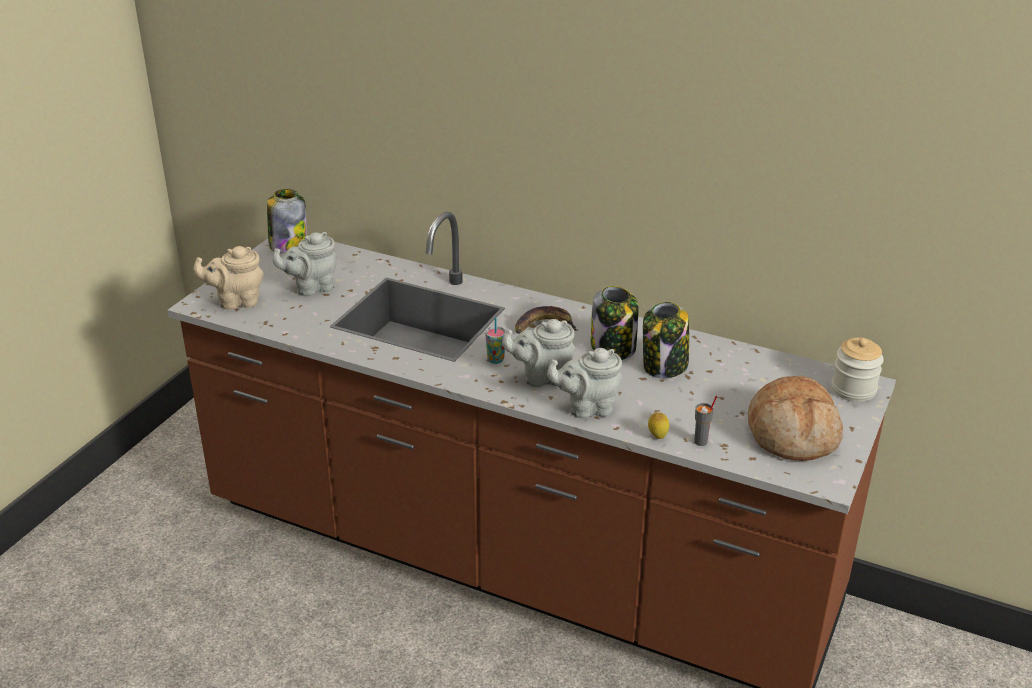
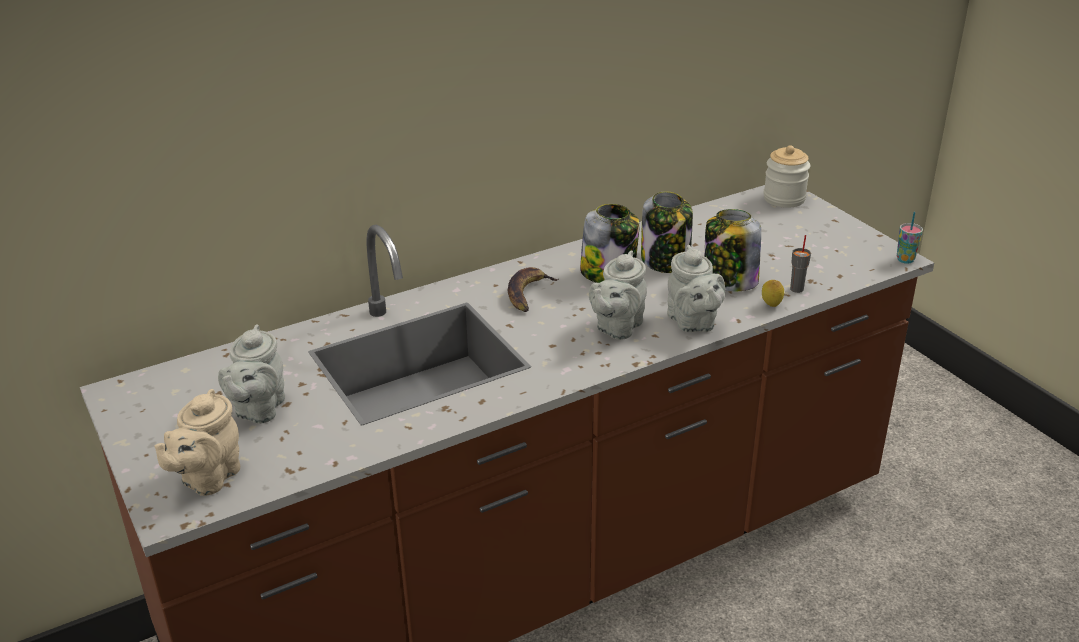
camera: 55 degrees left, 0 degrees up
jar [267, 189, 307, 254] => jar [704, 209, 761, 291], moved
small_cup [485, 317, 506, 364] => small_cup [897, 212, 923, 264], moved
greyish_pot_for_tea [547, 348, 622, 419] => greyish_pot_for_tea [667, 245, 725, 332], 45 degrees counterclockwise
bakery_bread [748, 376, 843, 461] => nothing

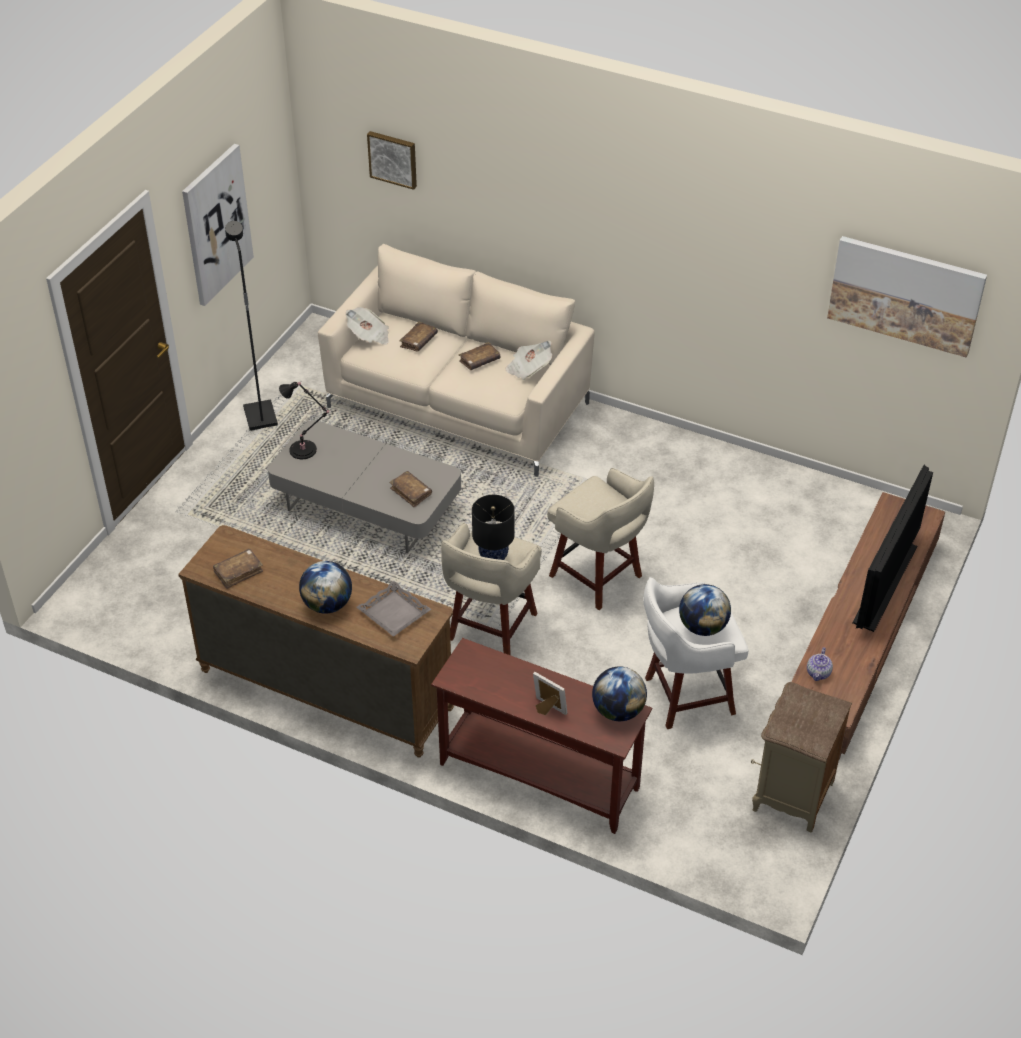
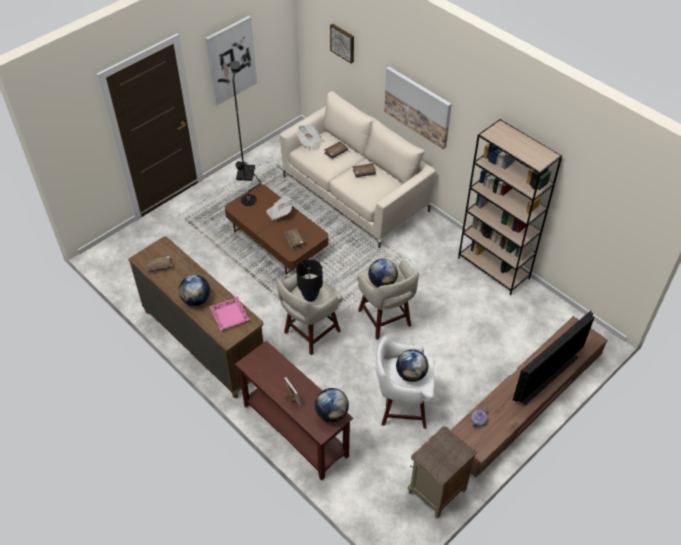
camera: 20 degrees right, 5 degrees up
wall_picture [827, 236, 987, 358] => wall_picture [384, 66, 452, 149], moved
newspaper [505, 341, 552, 380] => newspaper [266, 196, 294, 220], moved
greyish_lounge_table [268, 420, 461, 553] => brown-coloured_lounge_table [225, 184, 328, 274]
greyish_carrying_tray [356, 581, 431, 637] => pink_carrying_tray [209, 296, 250, 330]
nothing => beige-coloured_shelving_unit [458, 119, 562, 295]
nothing => globe [368, 259, 398, 287]

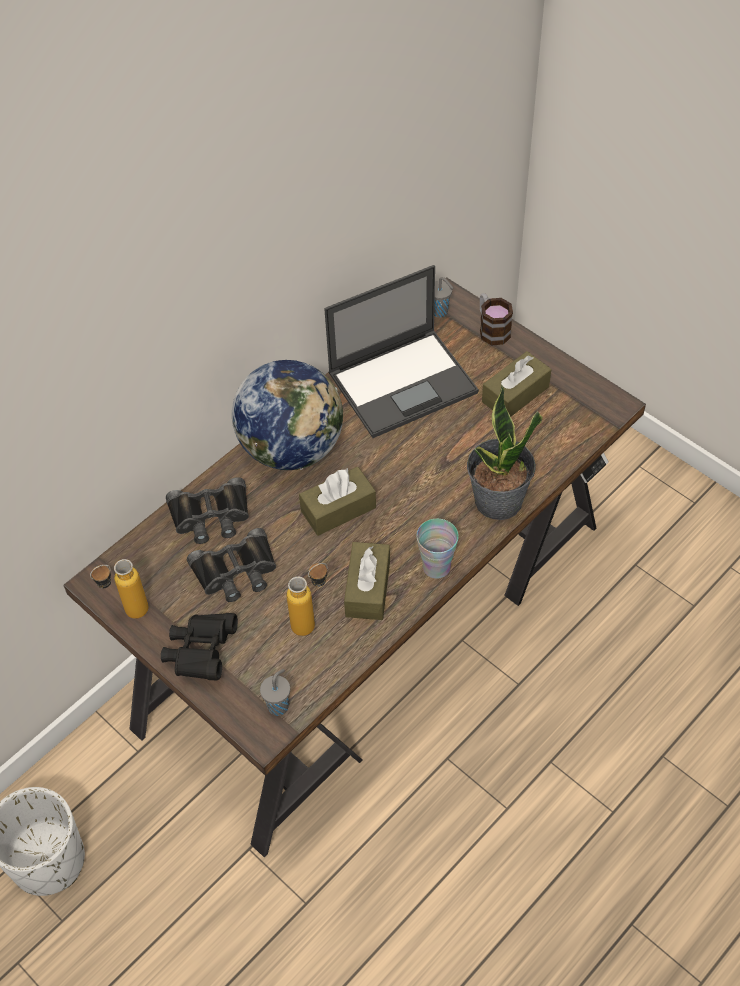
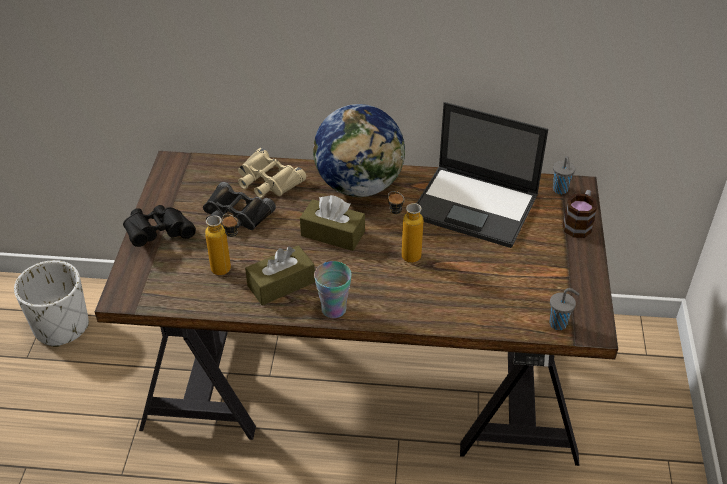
camera: 50 degrees right, 10 degrees down
brown-coloured_tissue_box [482, 351, 551, 417] => nothing
houseplant [467, 385, 543, 520] => nothing
black-coloured_pair_of_binoculars [166, 477, 249, 544] => beige-coloured_pair_of_binoculars [238, 148, 306, 198]
drink_bottle [90, 559, 149, 619] => drink_bottle [388, 191, 423, 263], moved
greyish_small_cup [260, 669, 290, 716] => greyish_small_cup [550, 288, 579, 330], moved

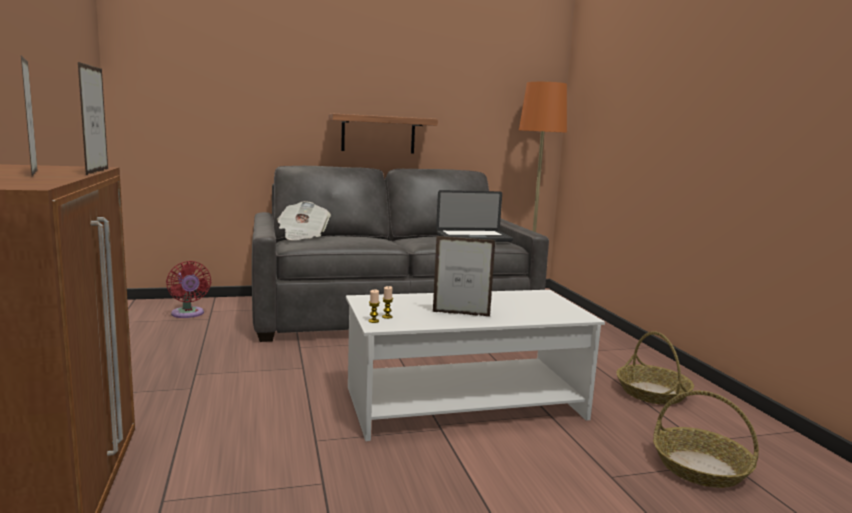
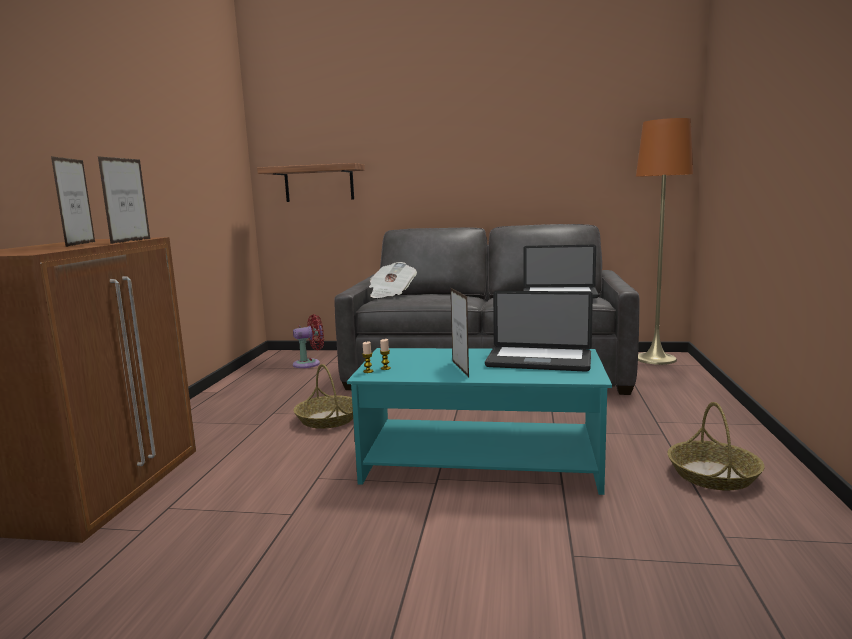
camera: 25 degrees right, 0 degrees up
bracket_shelf [328, 114, 438, 153] => bracket_shelf [257, 163, 365, 202], moved
standing_frame [433, 236, 496, 317] => standing_frame [450, 287, 469, 377], 135 degrees counterclockwise
red_cooling_fan [166, 261, 211, 318] => red_cooling_fan [293, 314, 324, 368], 105 degrees counterclockwise
whitish_lounge_table [346, 290, 605, 441] => blue-green_lounge_table [347, 348, 612, 495]
household_basket [653, 391, 759, 488] => household_basket [294, 364, 353, 429], moved
nothing => laptop [485, 291, 593, 372]

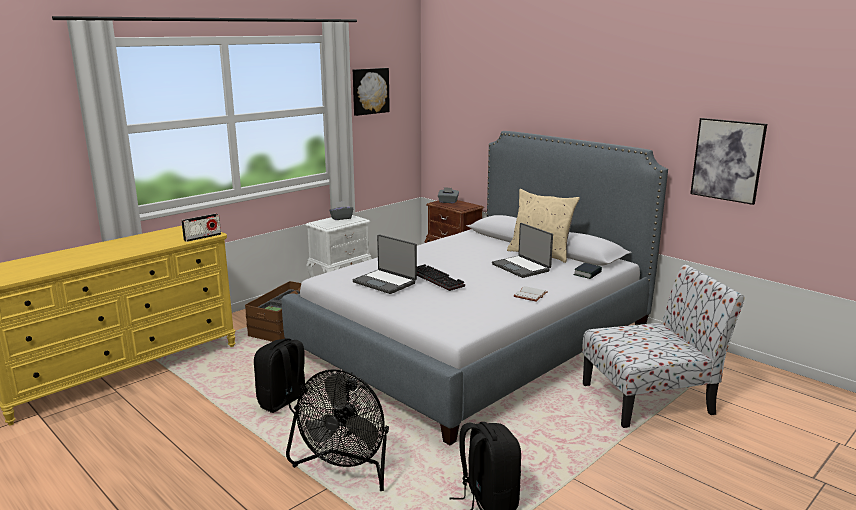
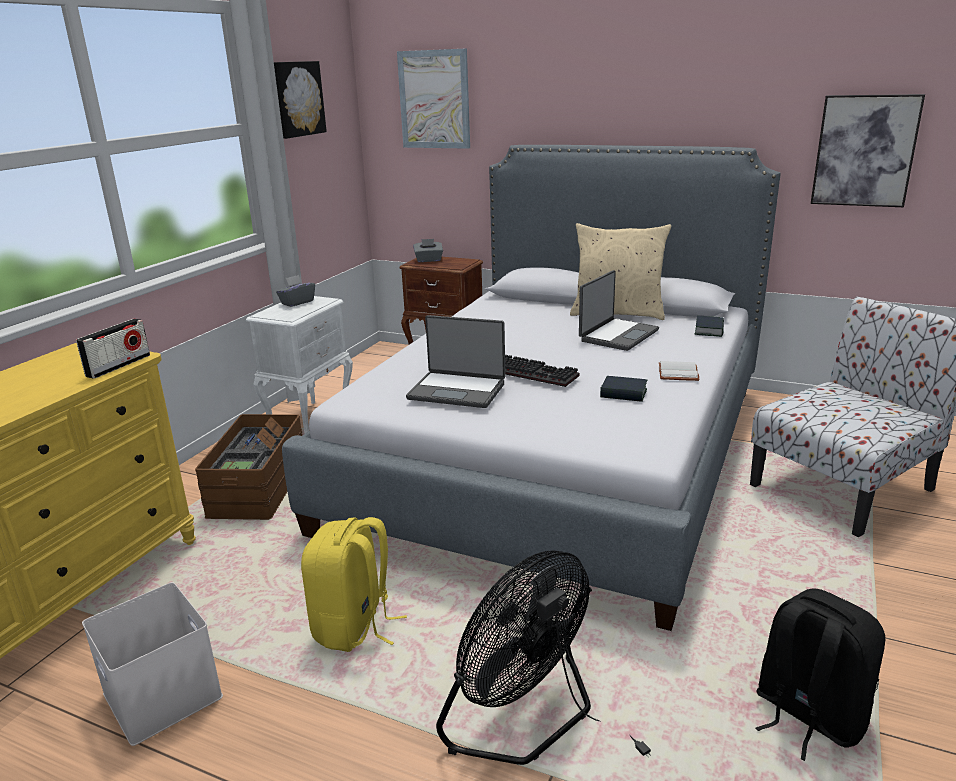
camera: 20 degrees left, 5 degrees up
laptop [492, 223, 553, 278] => laptop [579, 270, 659, 351], 90 degrees counterclockwise
black-coloured_knapsack [254, 338, 312, 413] => yellow-coloured_knapsack [301, 517, 407, 652]
black-coloured_cooling_fan [286, 370, 389, 491] => black-coloured_cooling_fan [436, 551, 651, 765], 135 degrees clockwise
nothing => wall_picture [397, 49, 470, 149]
nothing => book [600, 376, 647, 402]
nothing => whitish_storage_bin [82, 582, 223, 746]

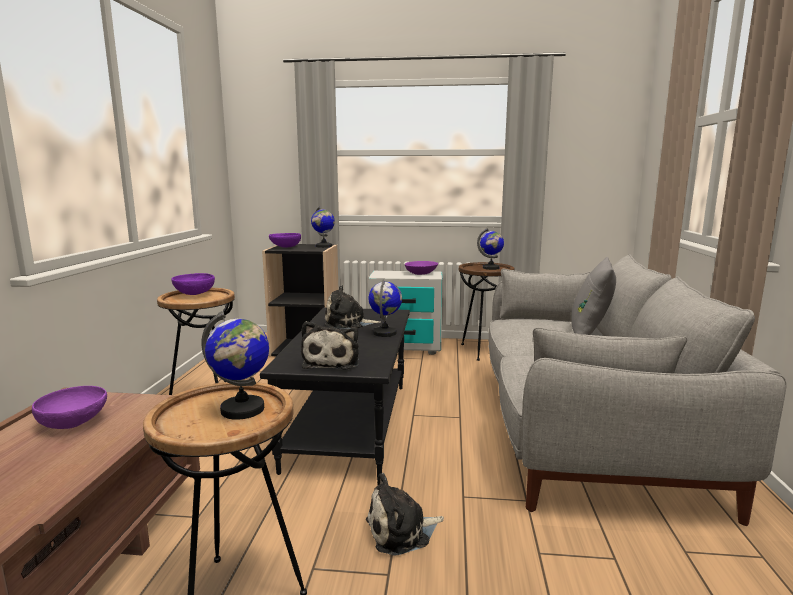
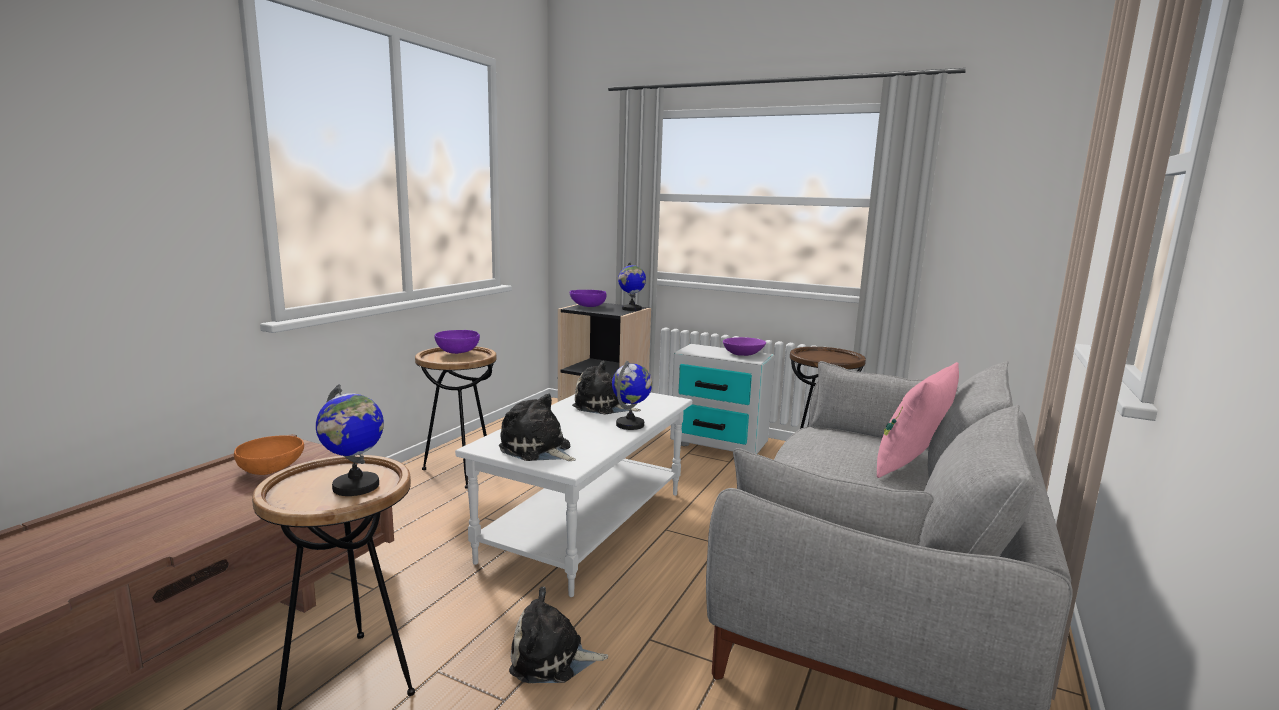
camera: 20 degrees right, 0 degrees up
globe [477, 228, 504, 270] => nothing
greyish_cushion [571, 257, 616, 335] => pink_cushion [877, 362, 959, 478]
black-coloured_lounge_table [260, 308, 410, 480] => whitish_lounge_table [455, 392, 692, 597]
cuddly_toy [301, 321, 359, 370] => cuddly_toy [499, 394, 576, 461], 105 degrees clockwise
purplish_bowl [32, 386, 107, 429] => orange_bowl [234, 436, 304, 475]

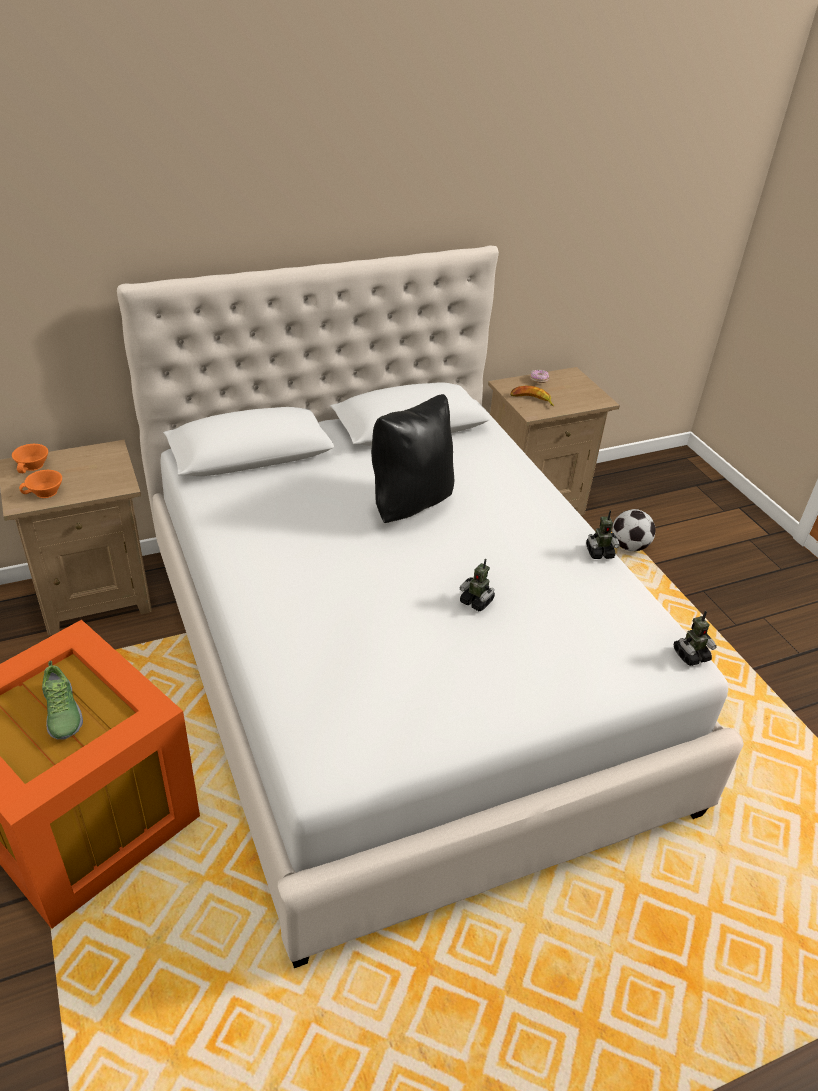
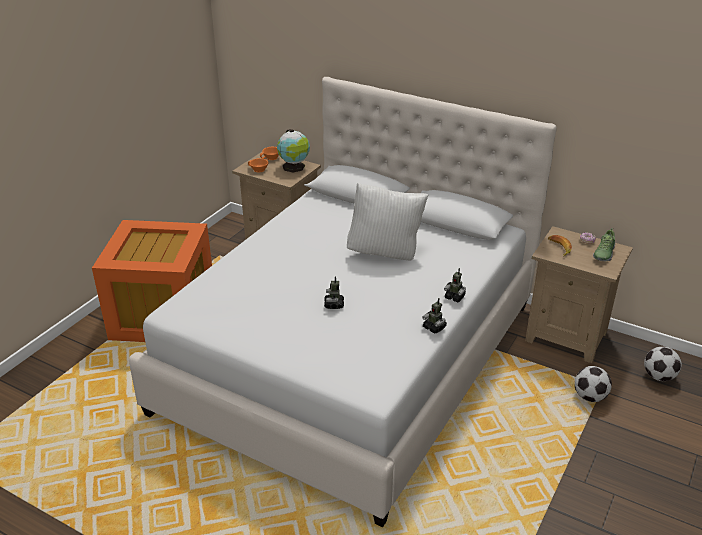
camera: 55 degrees right, 5 degrees down
black-coloured_cushion [371, 394, 454, 523] => whitish_cushion [347, 183, 428, 260]
model_robot [674, 611, 717, 666] => model_robot [444, 268, 466, 302], moved
item_of_footwear [42, 661, 83, 740] => item_of_footwear [593, 228, 615, 262], moved
nothing => globe [277, 129, 310, 173]
nothing => ball_for_football [644, 347, 682, 381]

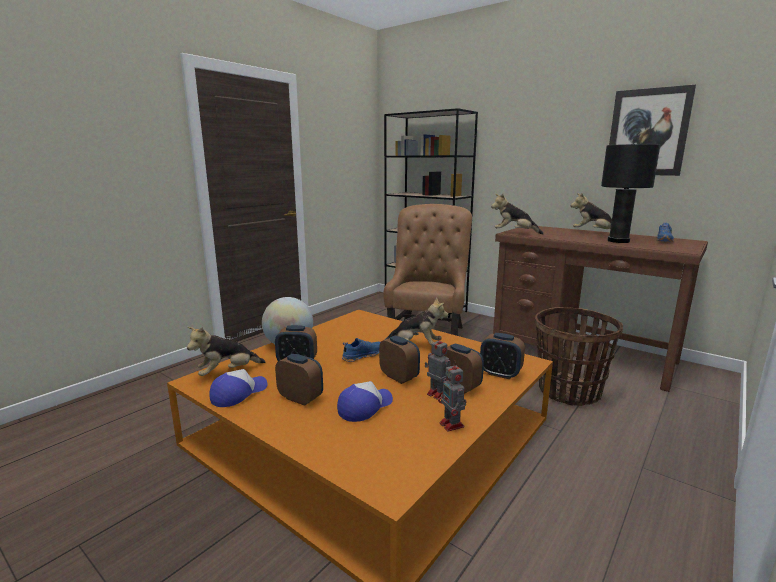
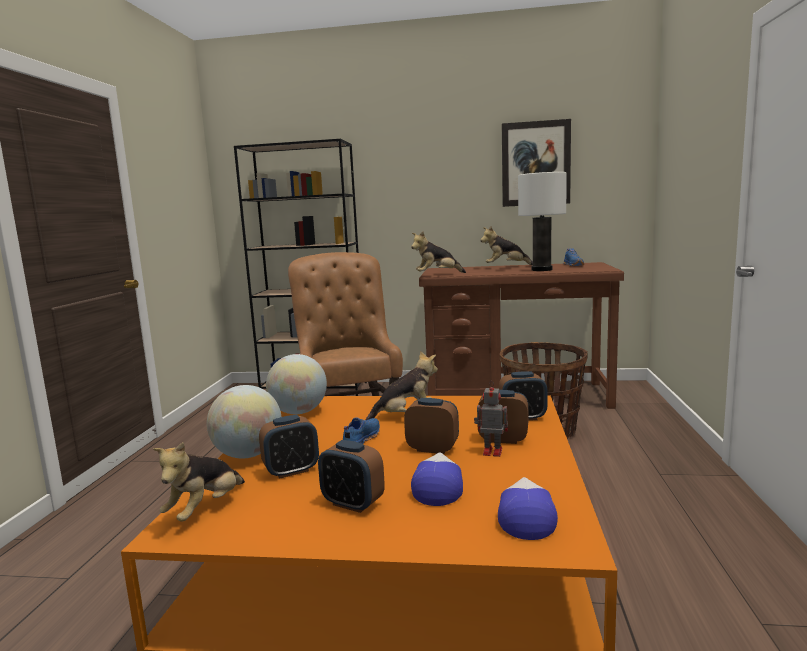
camera: 30 degrees left, 5 degrees down
black-coloured_lamp_for_a_table [601, 143, 660, 243] => whitish_lamp_for_a_table [518, 172, 567, 271]
alarm_clock [275, 354, 323, 406] => alarm_clock [318, 440, 385, 513], 150 degrees counterclockwise
model_robot [438, 360, 467, 431] => nothing
baseball_cap [209, 369, 268, 407] => baseball_cap [498, 477, 558, 540], moved
nothing => globe [266, 354, 327, 414]

